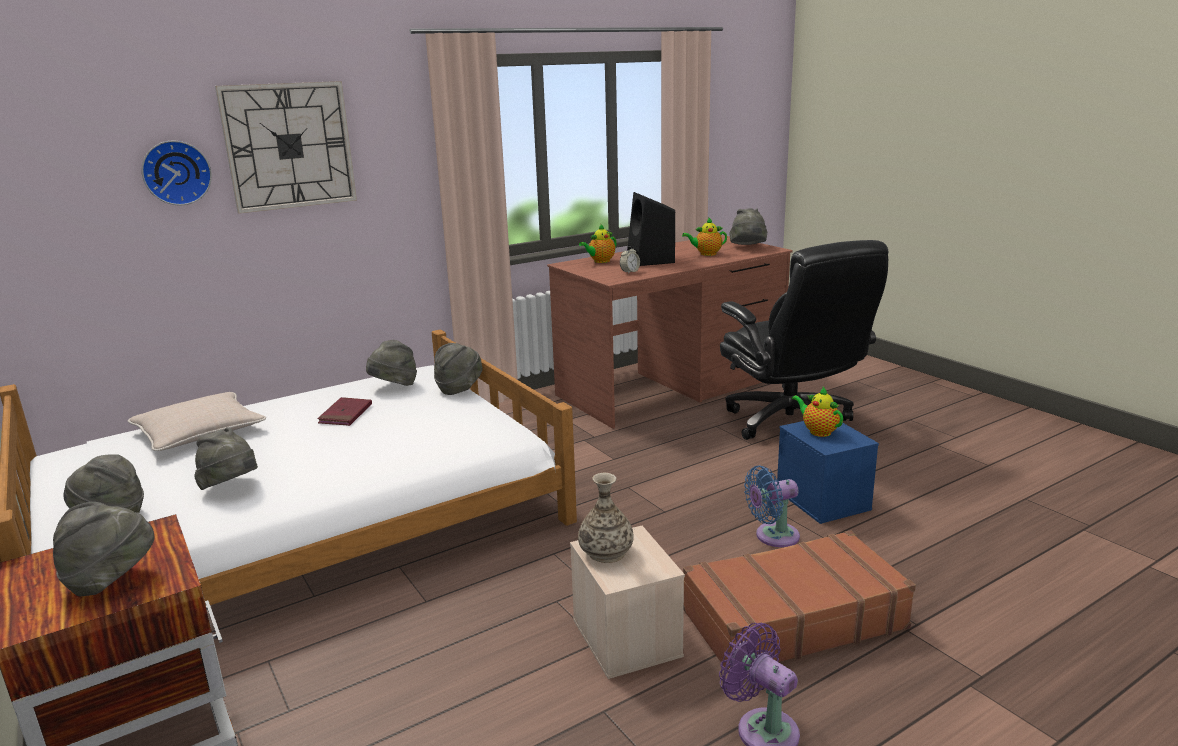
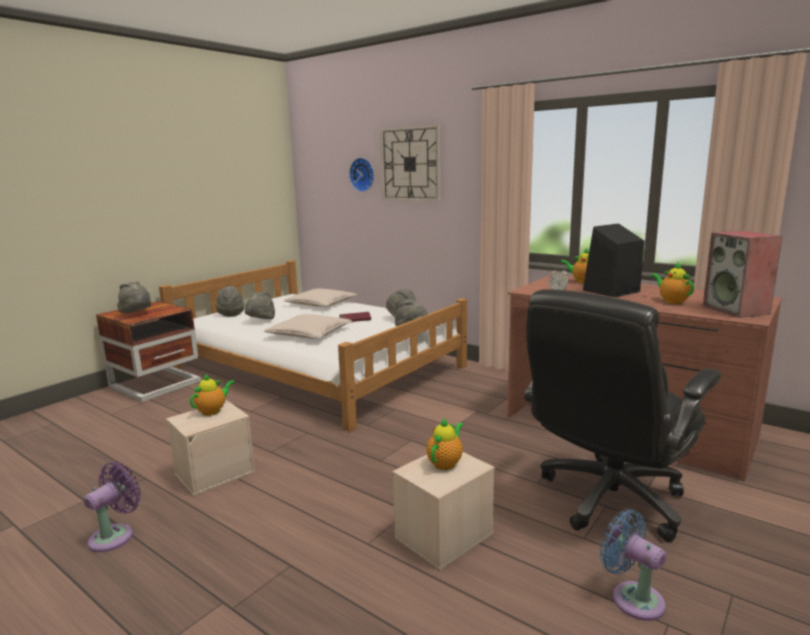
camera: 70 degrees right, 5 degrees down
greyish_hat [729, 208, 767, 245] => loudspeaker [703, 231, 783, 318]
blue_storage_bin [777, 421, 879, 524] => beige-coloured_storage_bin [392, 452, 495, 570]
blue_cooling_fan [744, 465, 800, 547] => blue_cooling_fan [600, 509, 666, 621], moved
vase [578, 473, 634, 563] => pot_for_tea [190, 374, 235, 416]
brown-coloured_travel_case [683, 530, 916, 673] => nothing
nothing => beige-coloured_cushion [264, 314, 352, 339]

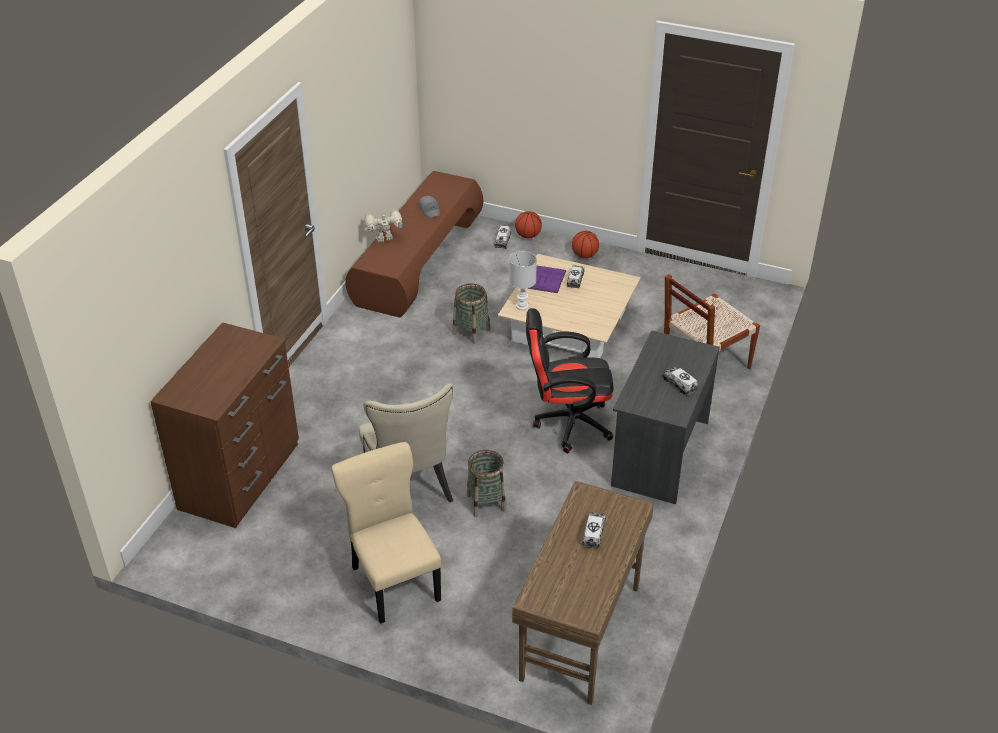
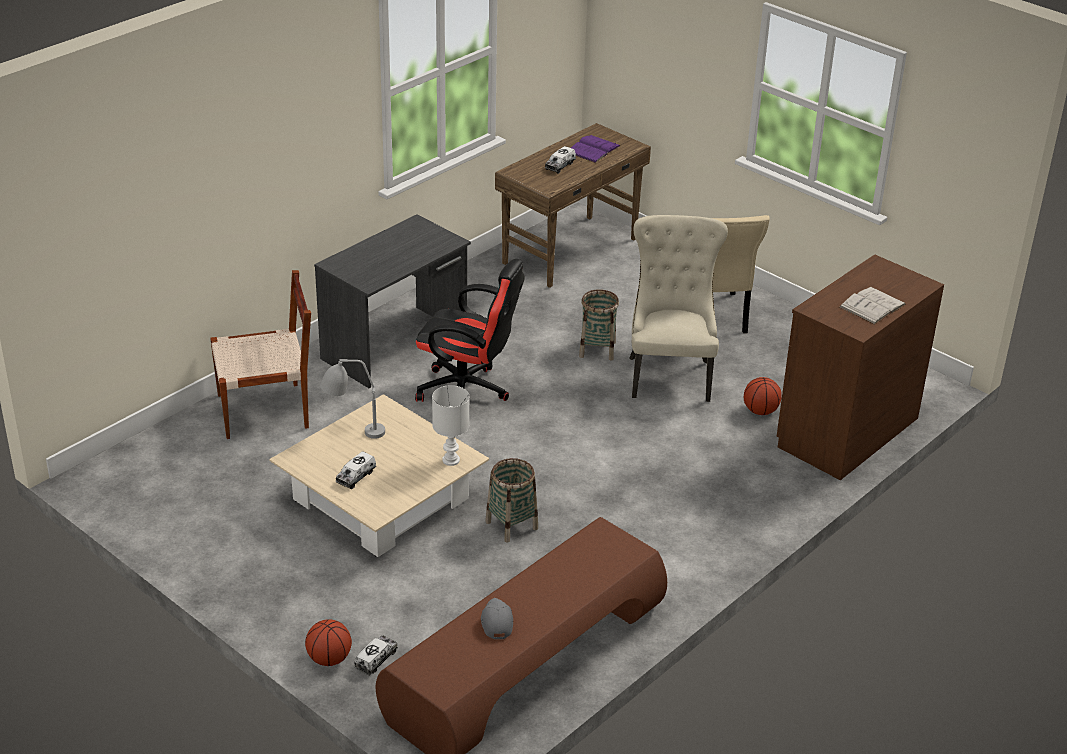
camera: 160 degrees left, 5 degrees down
model_robot [365, 210, 403, 243] => nothing
ball_for_basketball [572, 231, 599, 258] => ball_for_basketball [744, 377, 782, 415], moved
purplish_book [527, 266, 566, 293] => purplish_book [571, 135, 620, 163], moved
model_truck [663, 367, 698, 396] => nothing
nothing => whitish_book [839, 287, 906, 325]
nothing => greyish_lamp_for_a_table [320, 359, 385, 439]

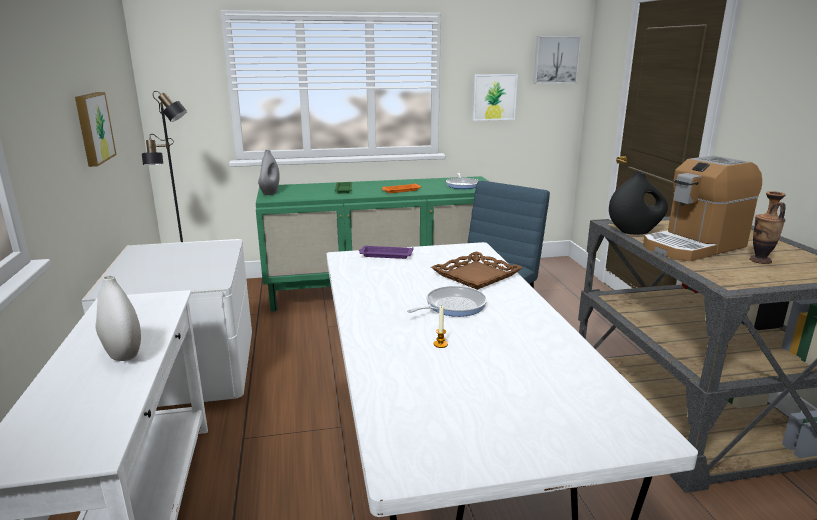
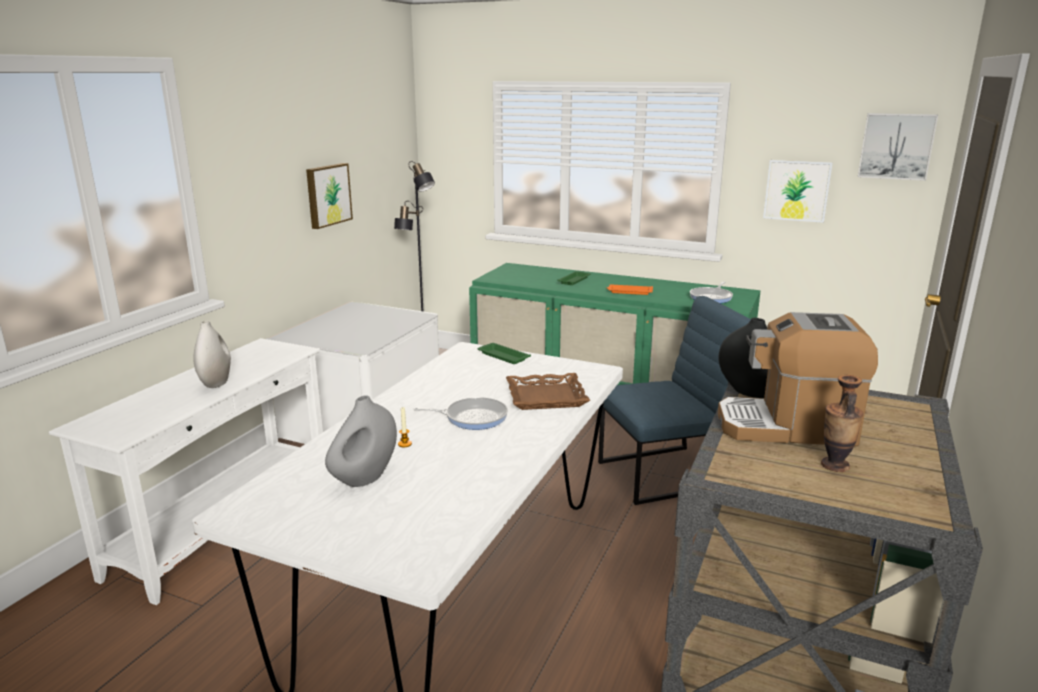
camera: 35 degrees right, 0 degrees up
greyish_vase [258, 150, 280, 195] => greyish_vase [325, 395, 397, 487], moved
purplish_carrying_tray [359, 246, 414, 259] => green_carrying_tray [477, 343, 531, 364]

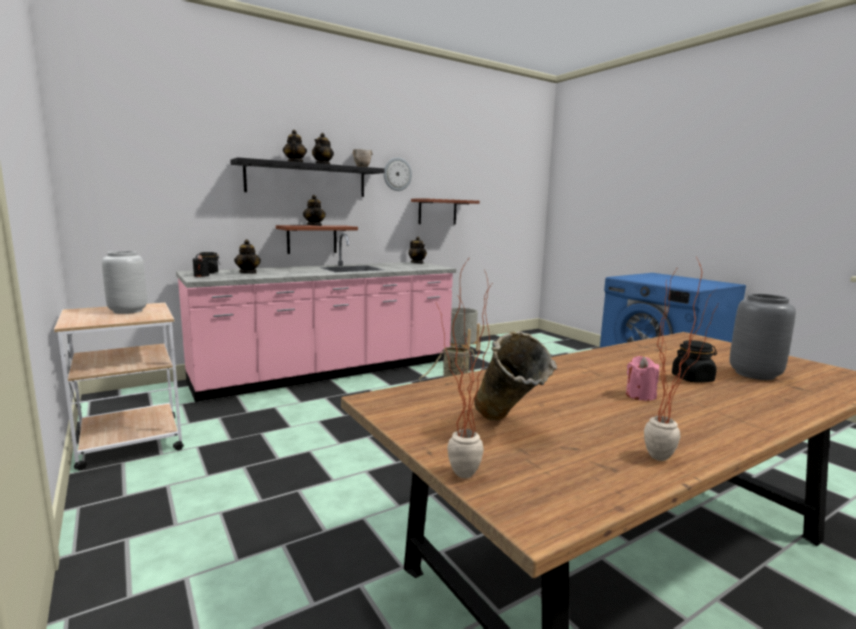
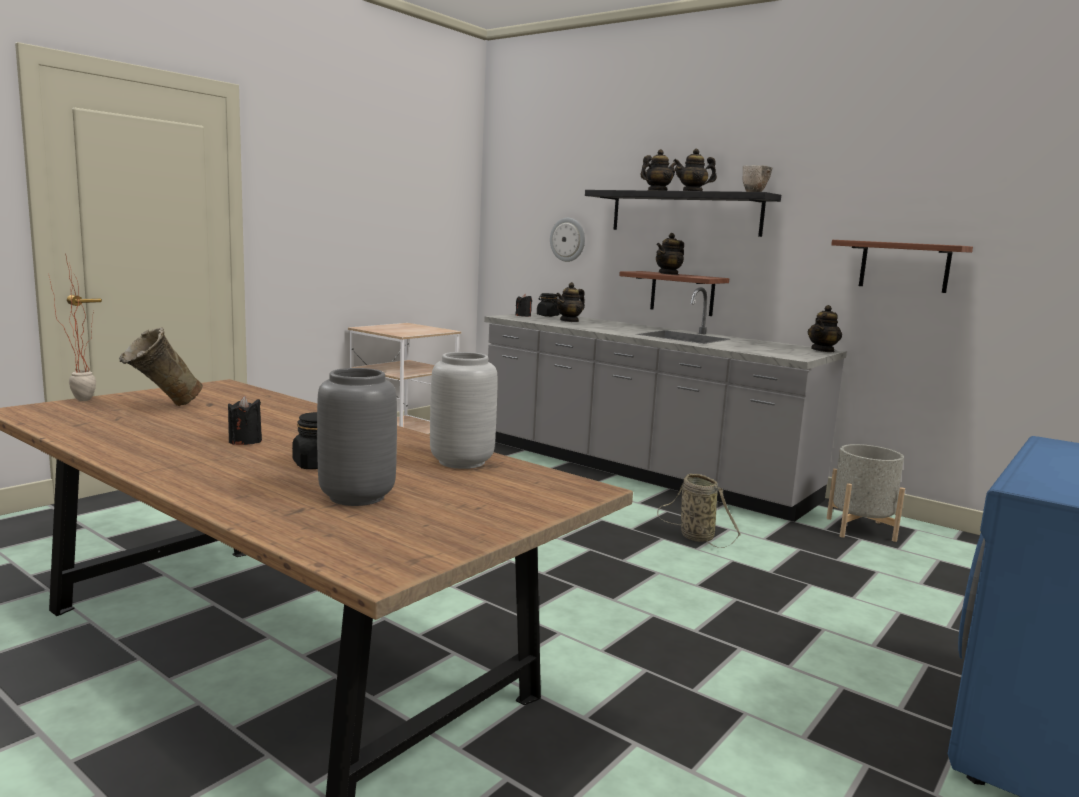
camera: 70 degrees right, 0 degrees up
clock_on_the_wall [383, 157, 412, 191] => clock_on_the_wall [550, 218, 585, 262], moved
pink_kitchen_counter [176, 233, 456, 402] => greyish_kitchen_counter [484, 287, 847, 522]
greyish_vase [102, 251, 147, 314] => greyish_vase [430, 352, 497, 469], moved
houseplant [644, 257, 719, 461] => nothing
pink_candle [626, 356, 659, 401] => black-coloured_candle [228, 396, 262, 445]

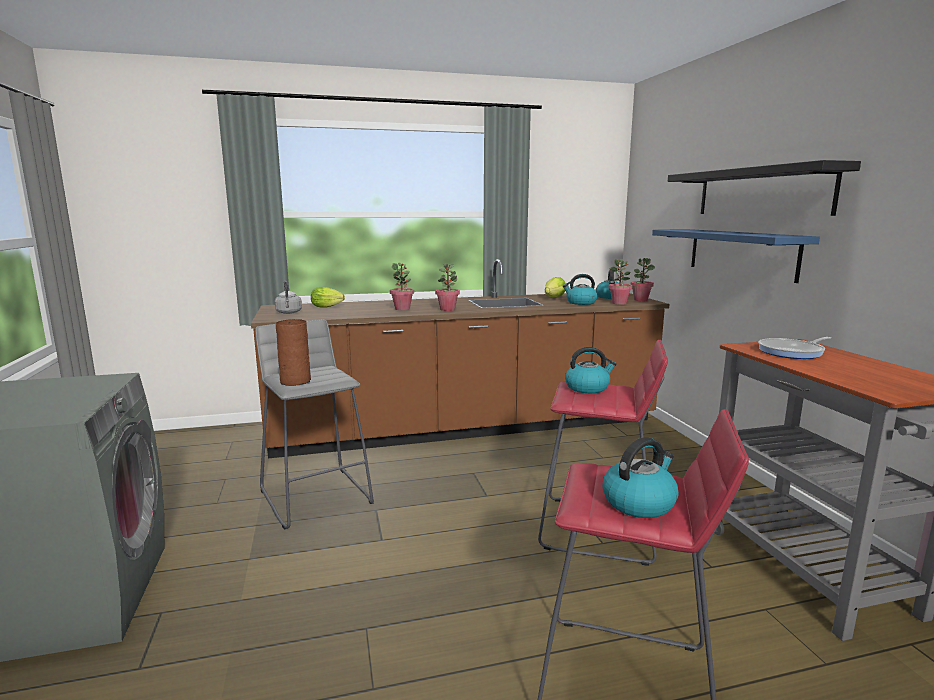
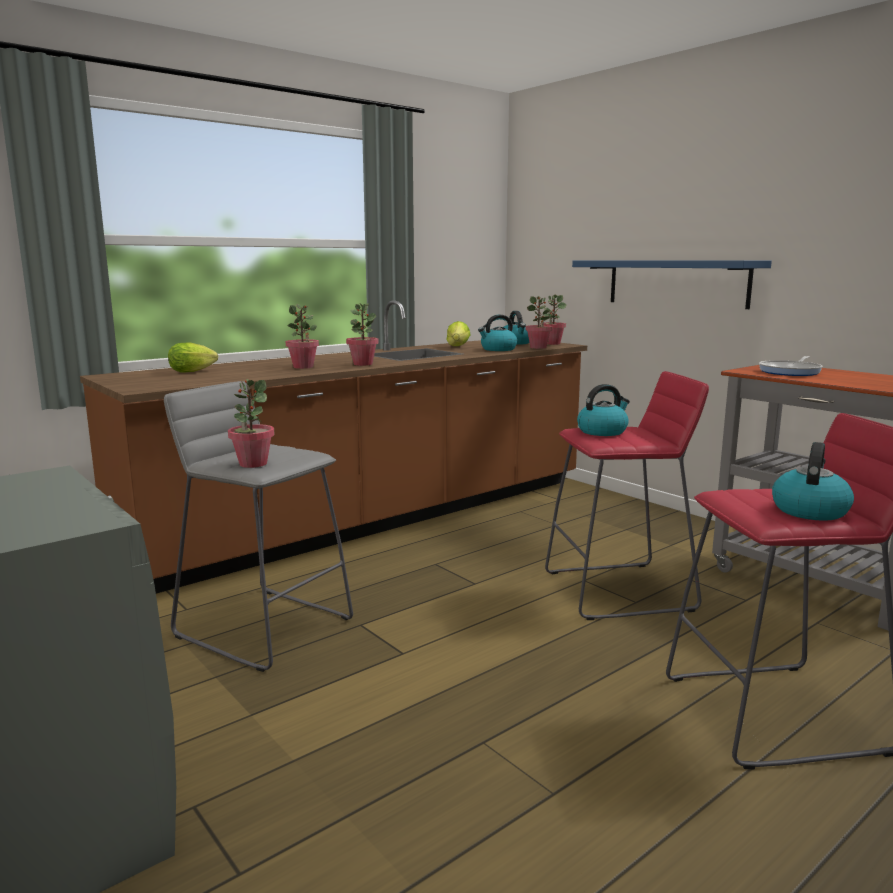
camera: 25 degrees left, 0 degrees up
black-coloured_bracket_shelf [668, 160, 861, 216] => nothing
greyish_kettle [275, 281, 302, 314] => nothing
brown-coloured_vase [276, 319, 311, 386] => houseplant [228, 379, 275, 468]

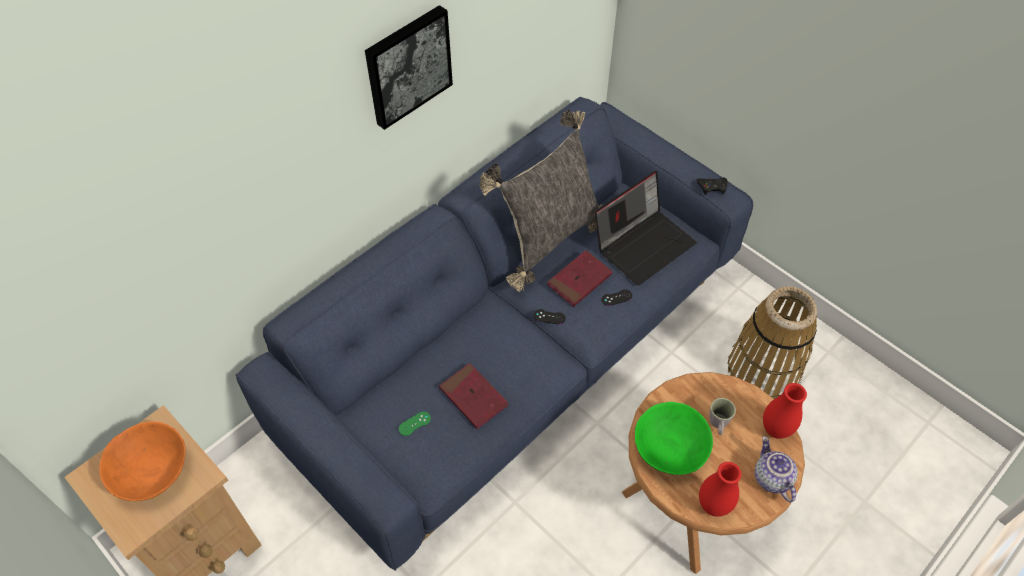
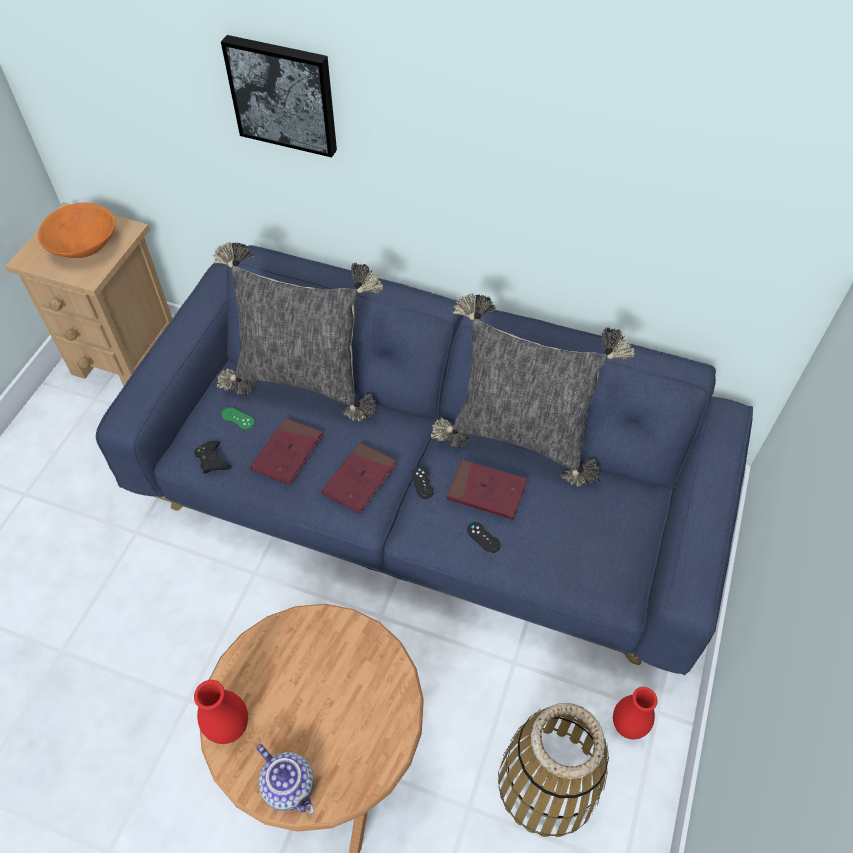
camera: 65 degrees right, 0 degrees up
wall_picture [365, 5, 453, 130] => wall_picture [221, 35, 337, 157], moved
laptop [595, 171, 697, 286] => nothing
black-coloured_joypad [696, 177, 727, 195] => black-coloured_joypad [194, 441, 232, 474], moved
red_vase [763, 383, 807, 439] => red_vase [613, 687, 658, 739], moved
greyish_tea_mug [709, 398, 736, 435] => nothing
green_bowl [635, 402, 713, 475] => nothing
pot_for_tea [755, 436, 798, 503] => pot_for_tea [257, 744, 314, 814], 90 degrees clockwise
nothing => cushion [213, 242, 383, 422]
nothing => red_book [321, 443, 397, 514]

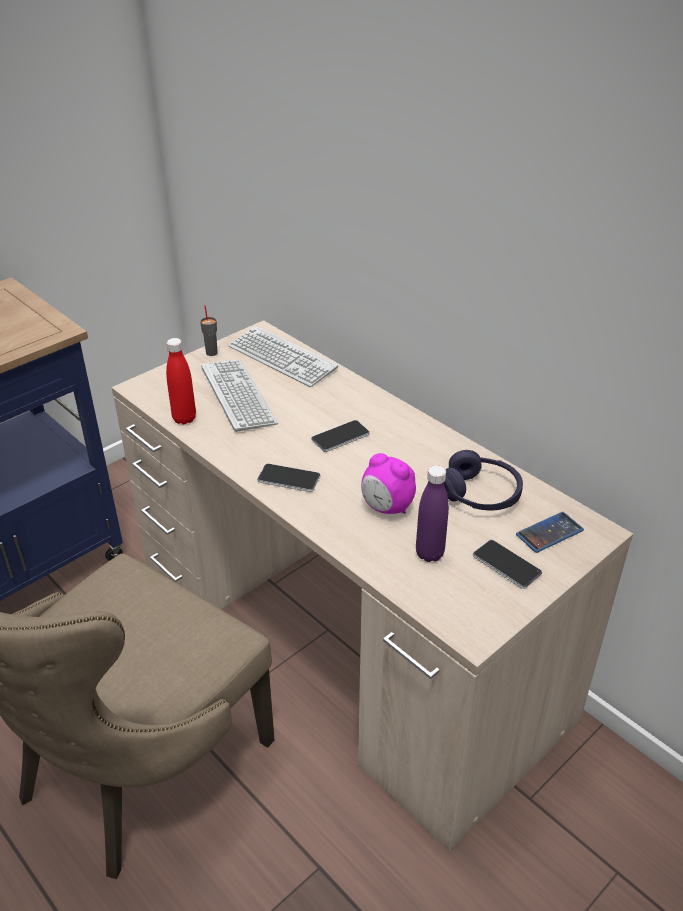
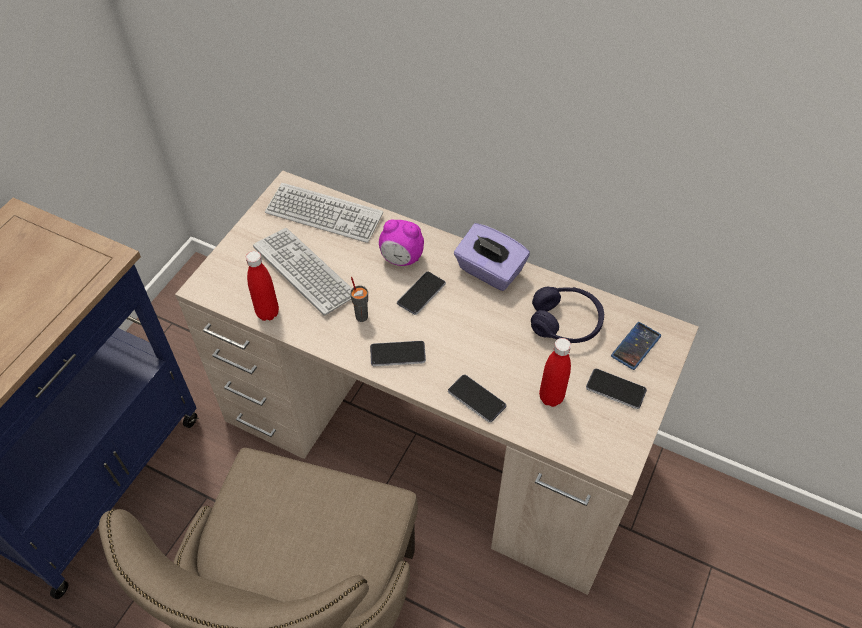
camera: 20 degrees left, 15 degrees up
greyish_small_cup [200, 305, 218, 356] => greyish_small_cup [350, 277, 368, 322], moved
alarm_clock [361, 453, 416, 514] => alarm_clock [379, 219, 424, 266], moved
purplish_drink_bottle [416, 465, 449, 562] => red_drink_bottle [539, 338, 571, 407]
nothing => purplish_tissue_box [454, 223, 530, 291]
nothing => telephone [448, 375, 507, 423]

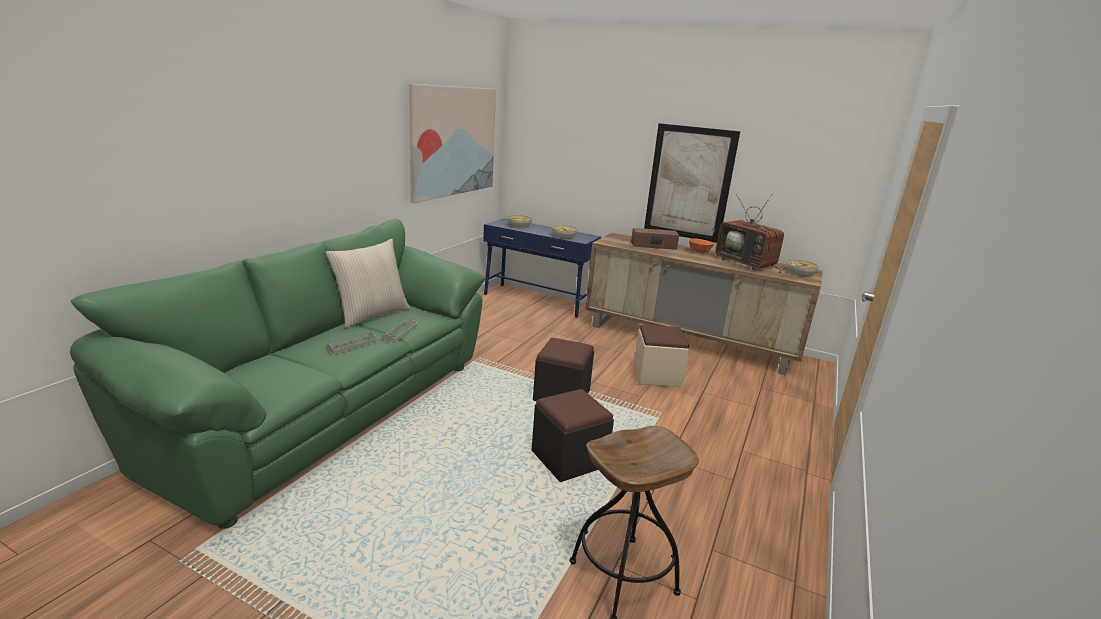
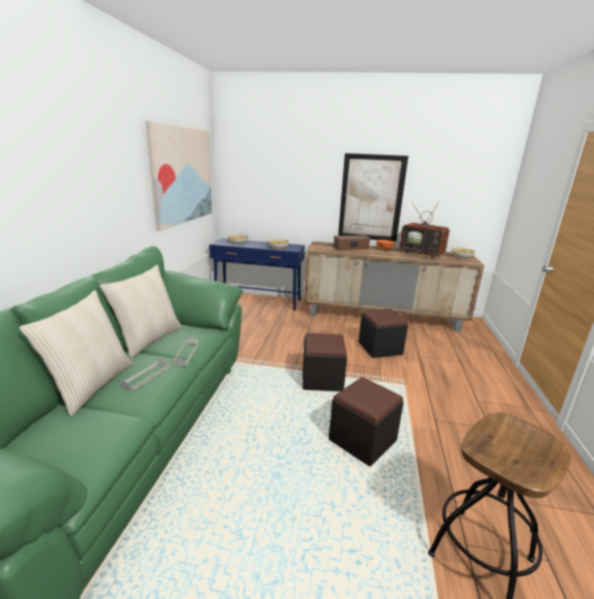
camera: 15 degrees left, 0 degrees up
beige-coloured_ottoman [634, 324, 689, 387] => black-coloured_ottoman [359, 309, 408, 358]
nothing => beige-coloured_cushion [19, 290, 133, 416]

